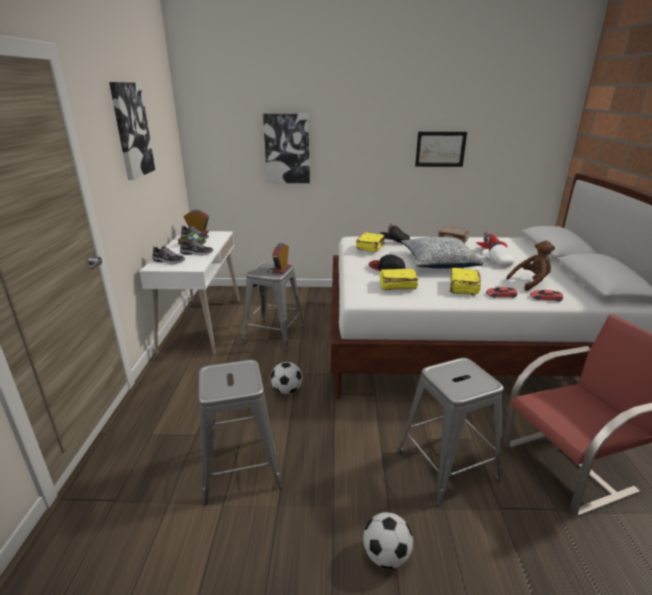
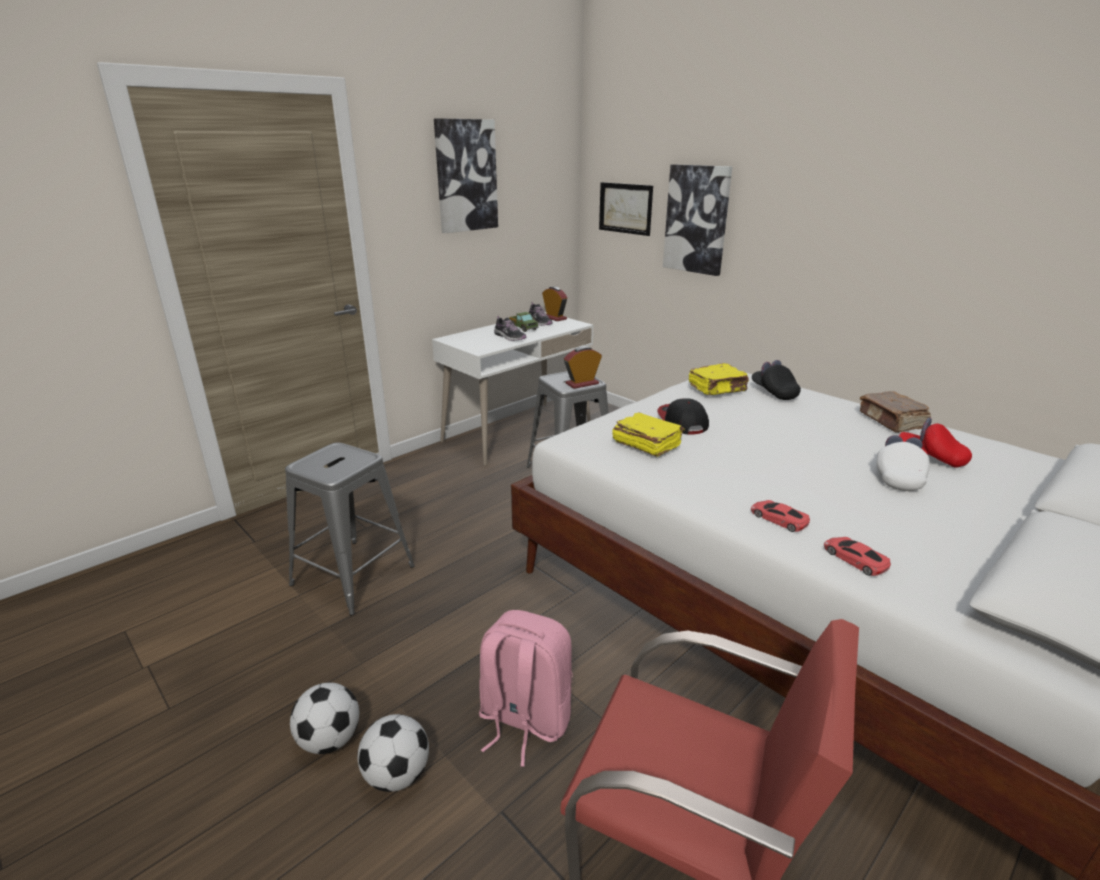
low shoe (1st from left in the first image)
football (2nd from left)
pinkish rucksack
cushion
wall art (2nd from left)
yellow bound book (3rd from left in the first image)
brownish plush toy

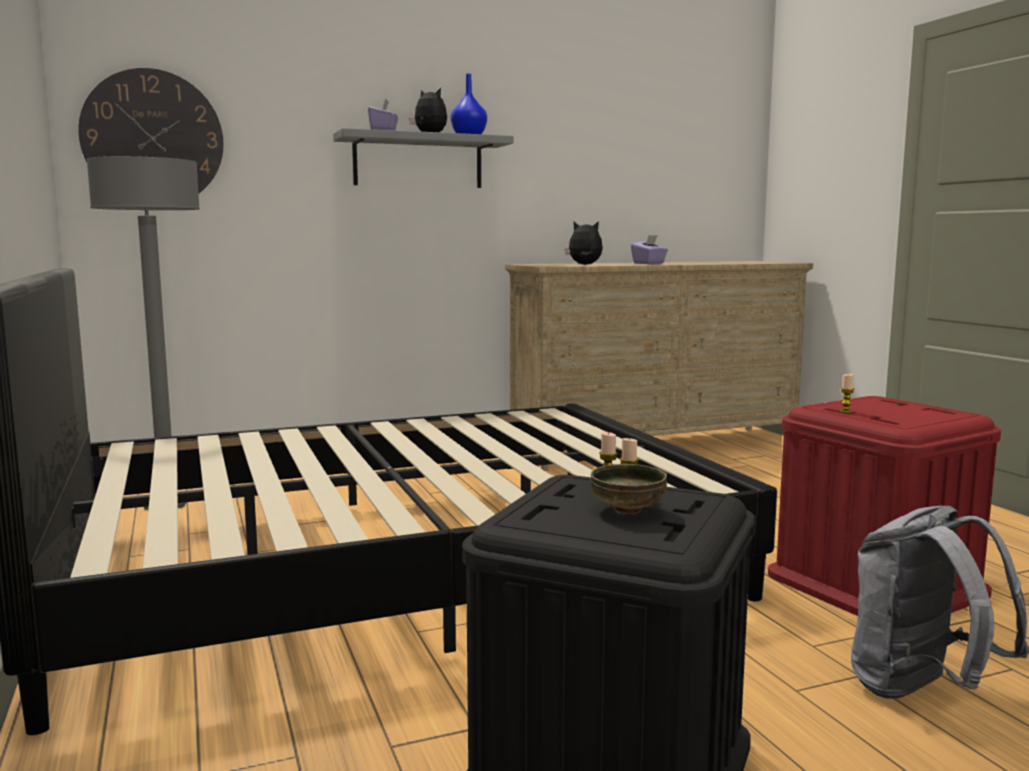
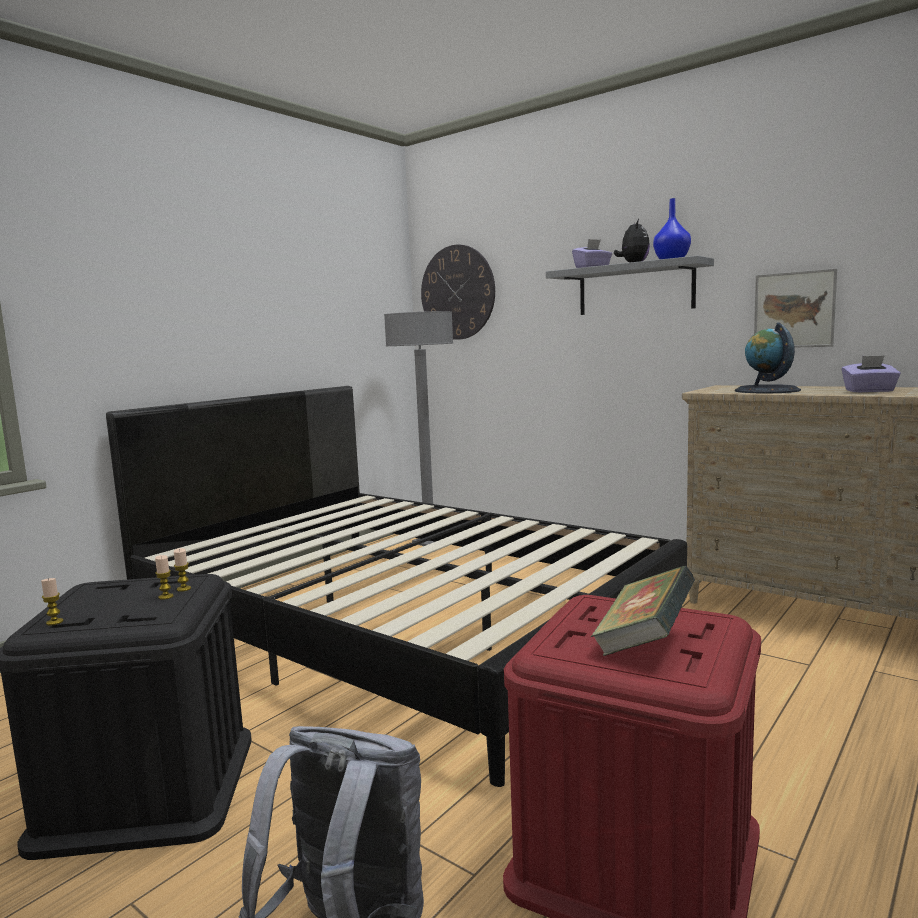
globe
bowl
wax candle (1st from left)
bound book
wall art

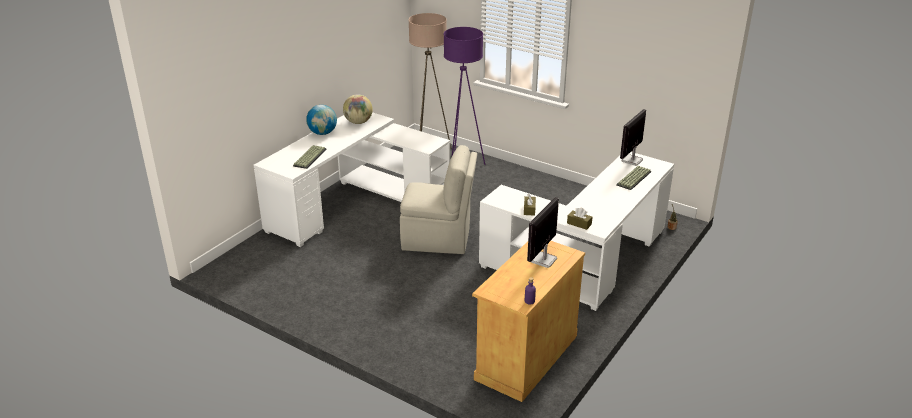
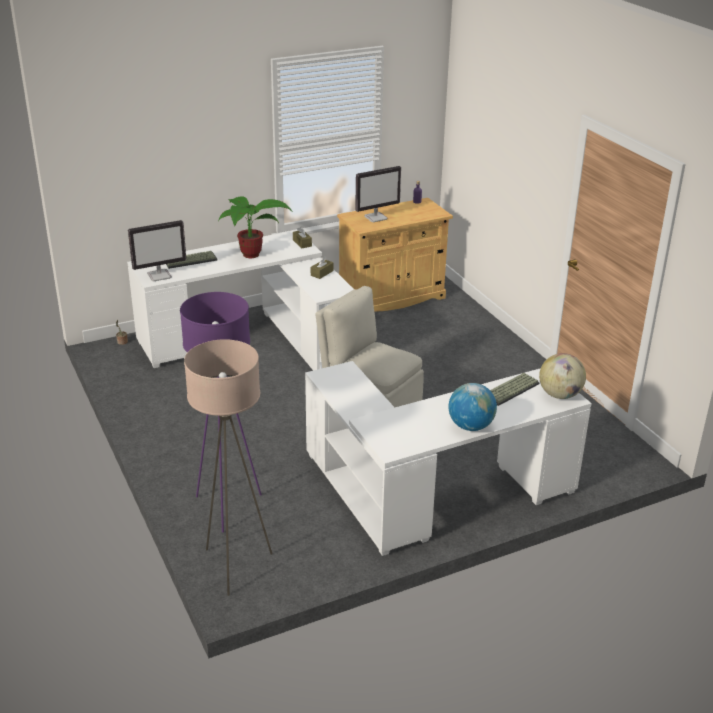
globe (2nd from left)
potted plant (2nd from left)

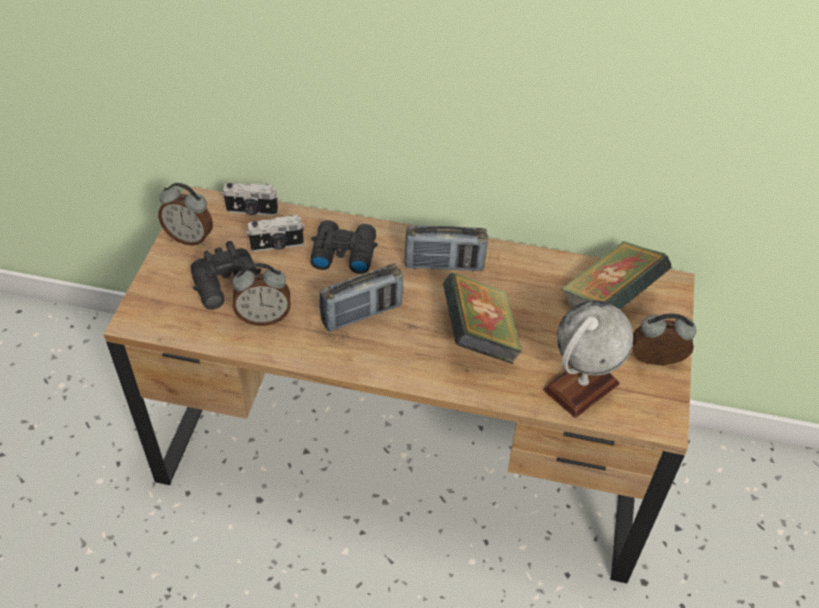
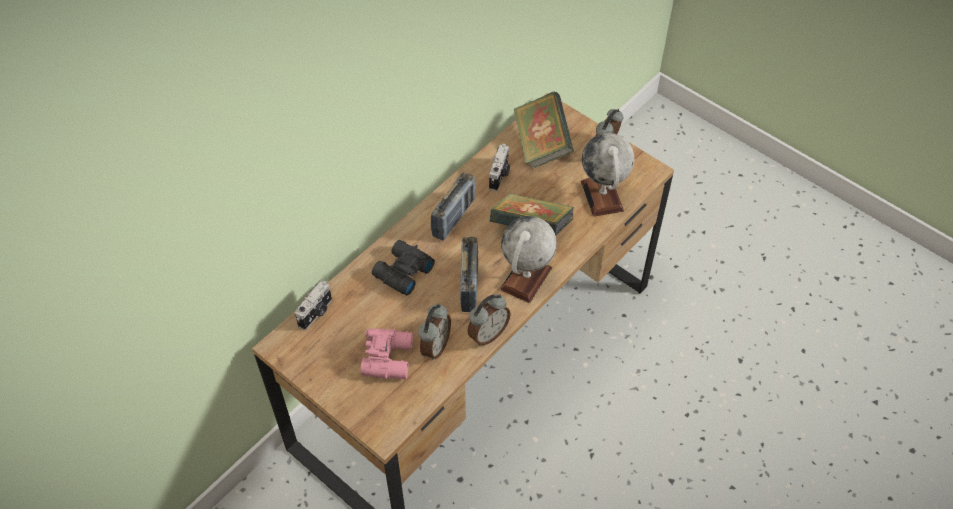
table clock (2nd from left)
pinkish field glasses
photo camera (2nd from left)
globe (1st from left)

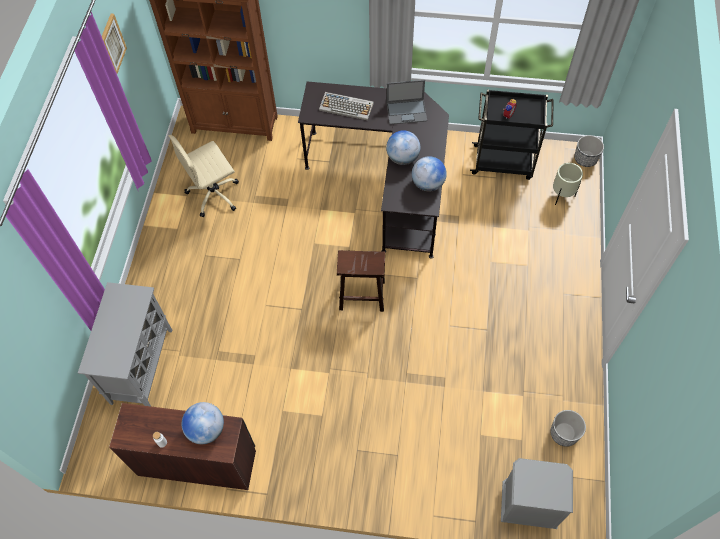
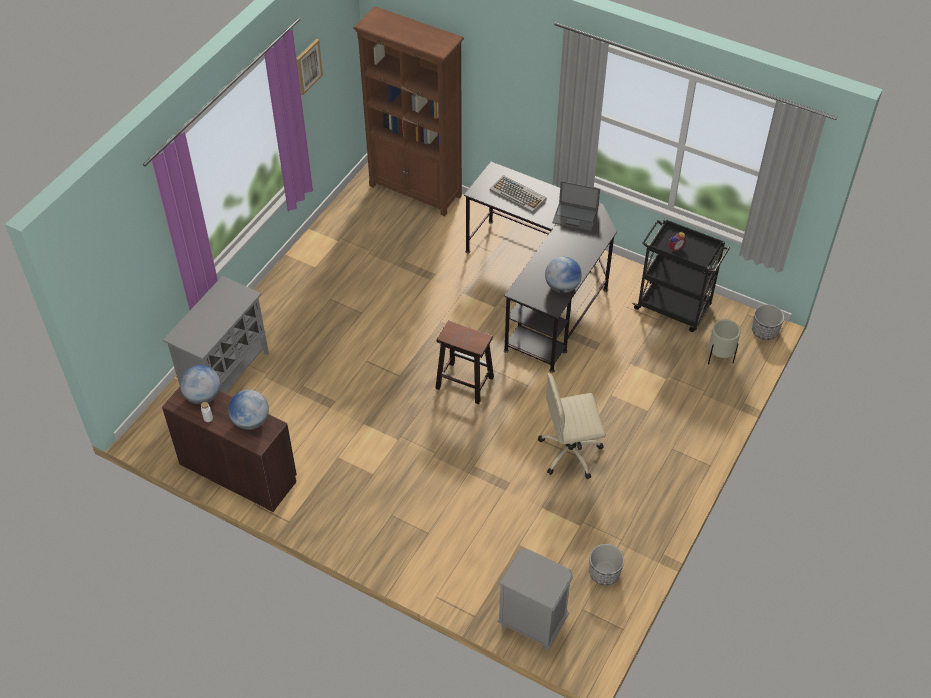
beige-coloured computer chair
globe (1st from left)

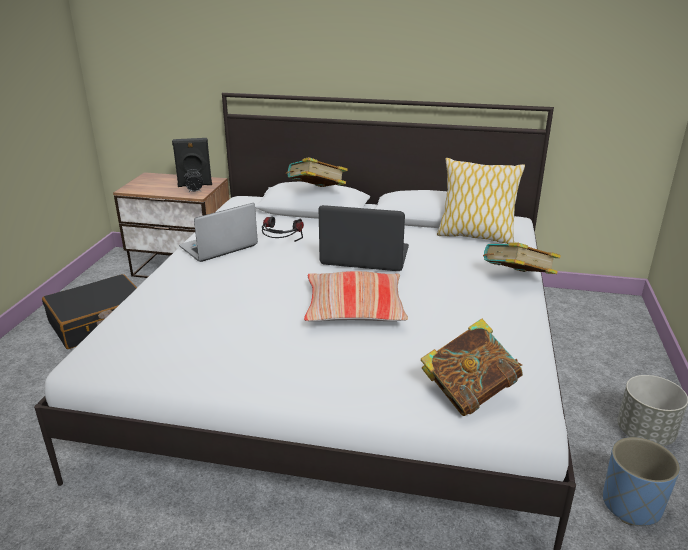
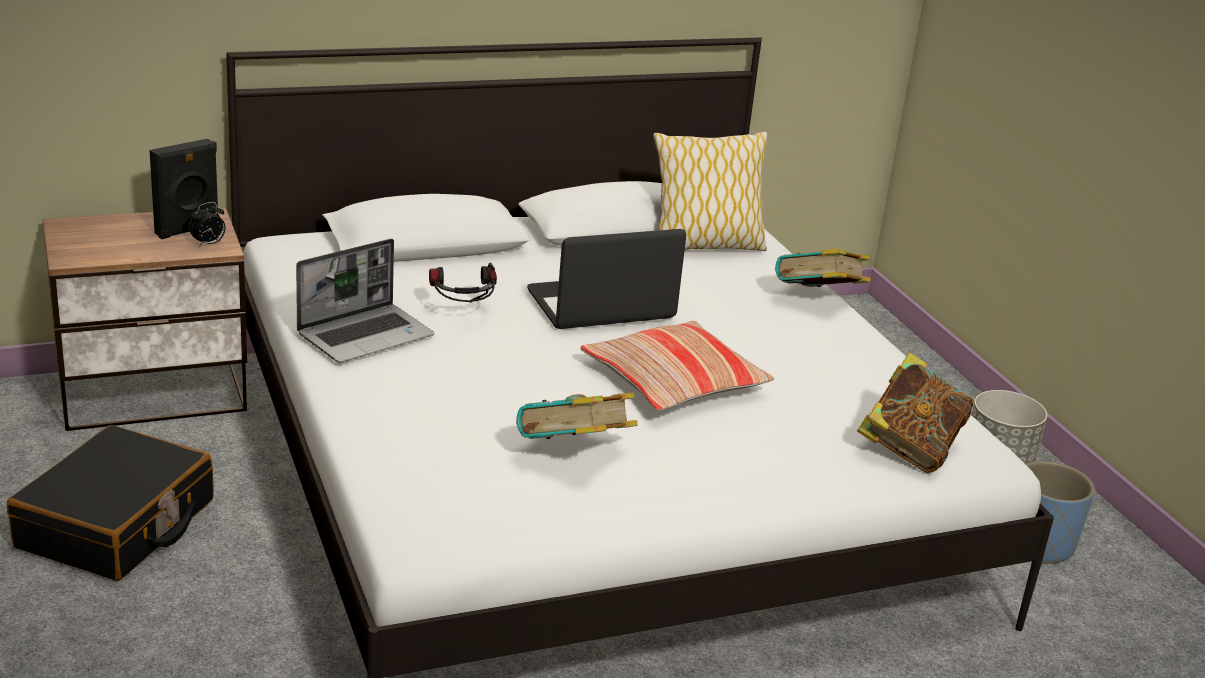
notebook computer (1st from left)
bound book (1st from left)

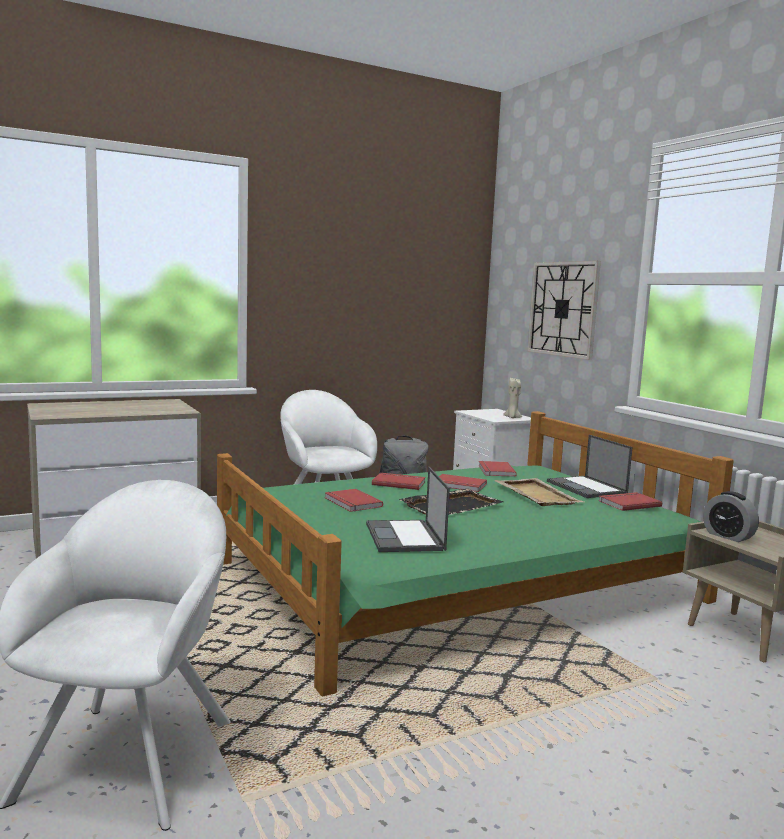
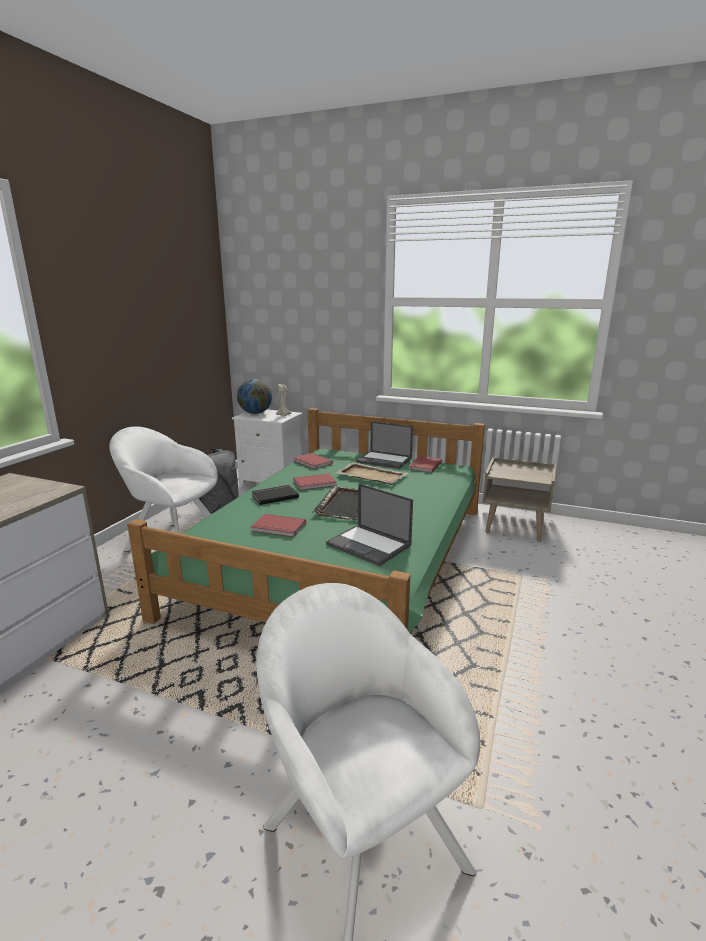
blackish bound book
clock on the wall
table clock
globe

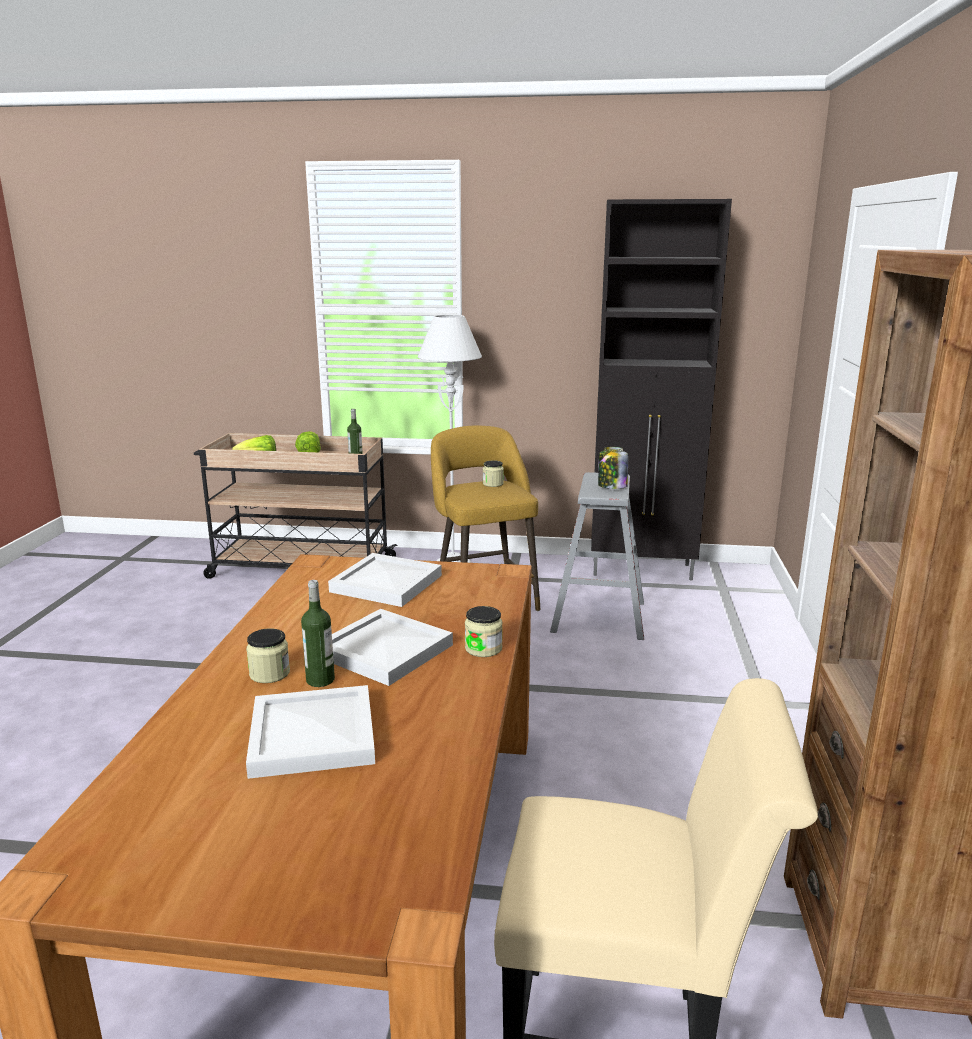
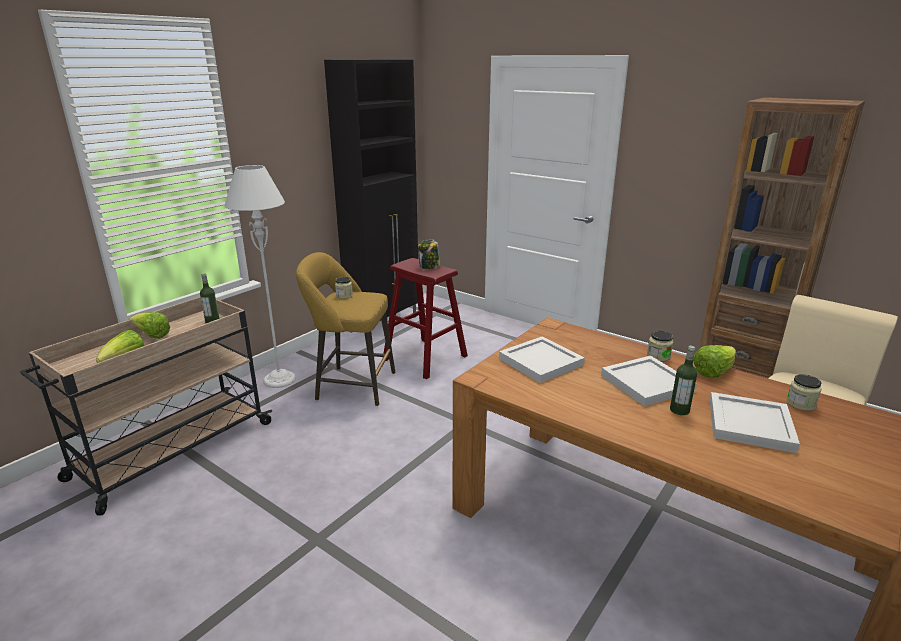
preserve jar (4th from left)
reddish sitting stool
lettuce head (3rd from left)

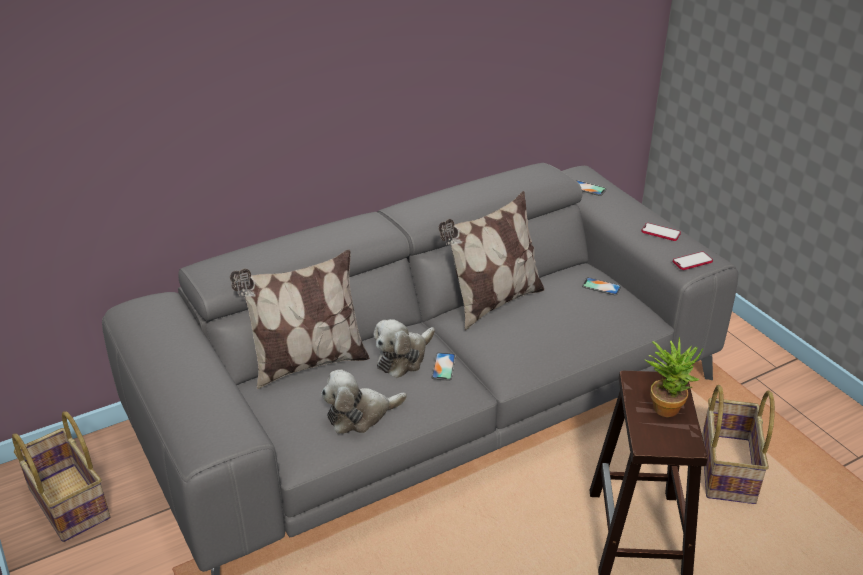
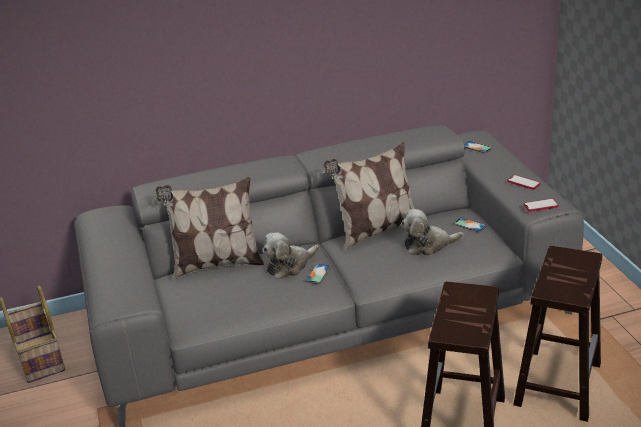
plush toy (2nd from left)
potted plant
brownish sitting stool (2nd from left)

